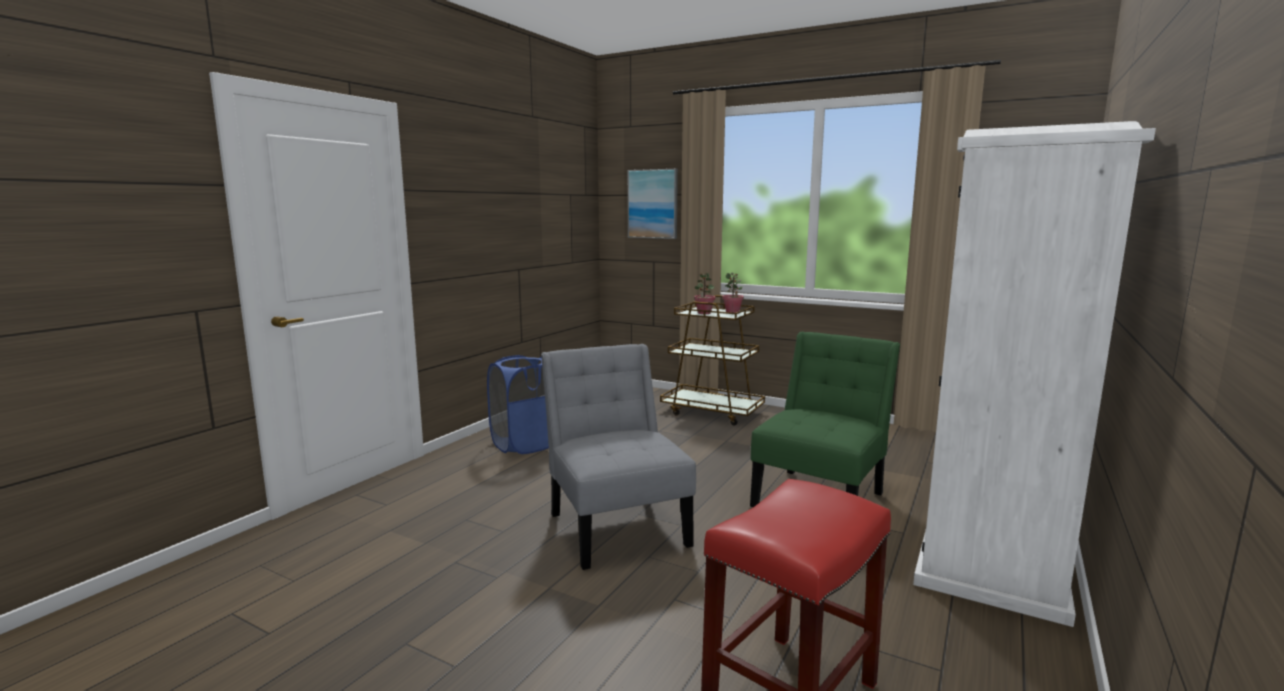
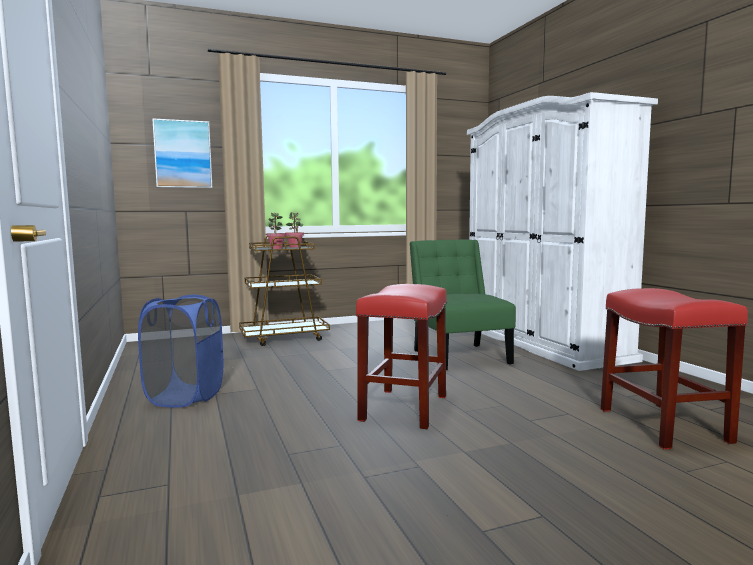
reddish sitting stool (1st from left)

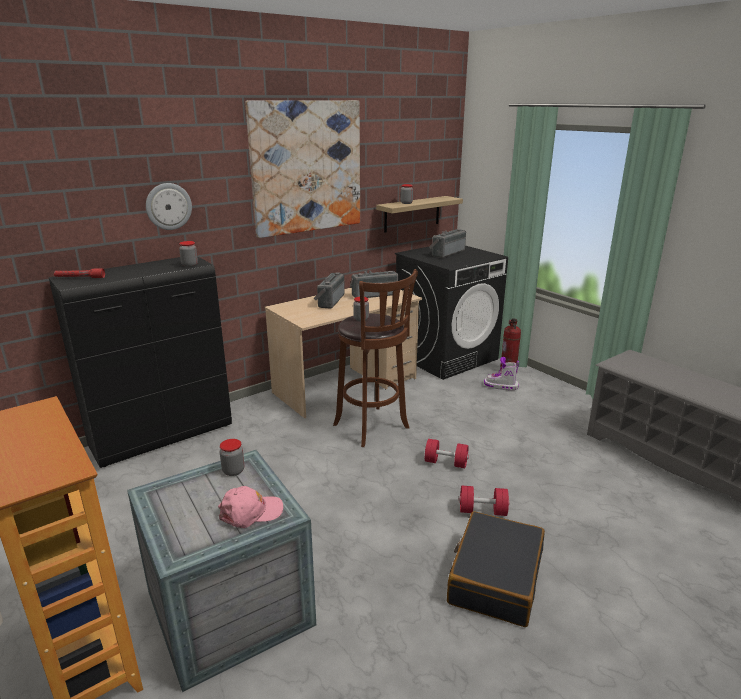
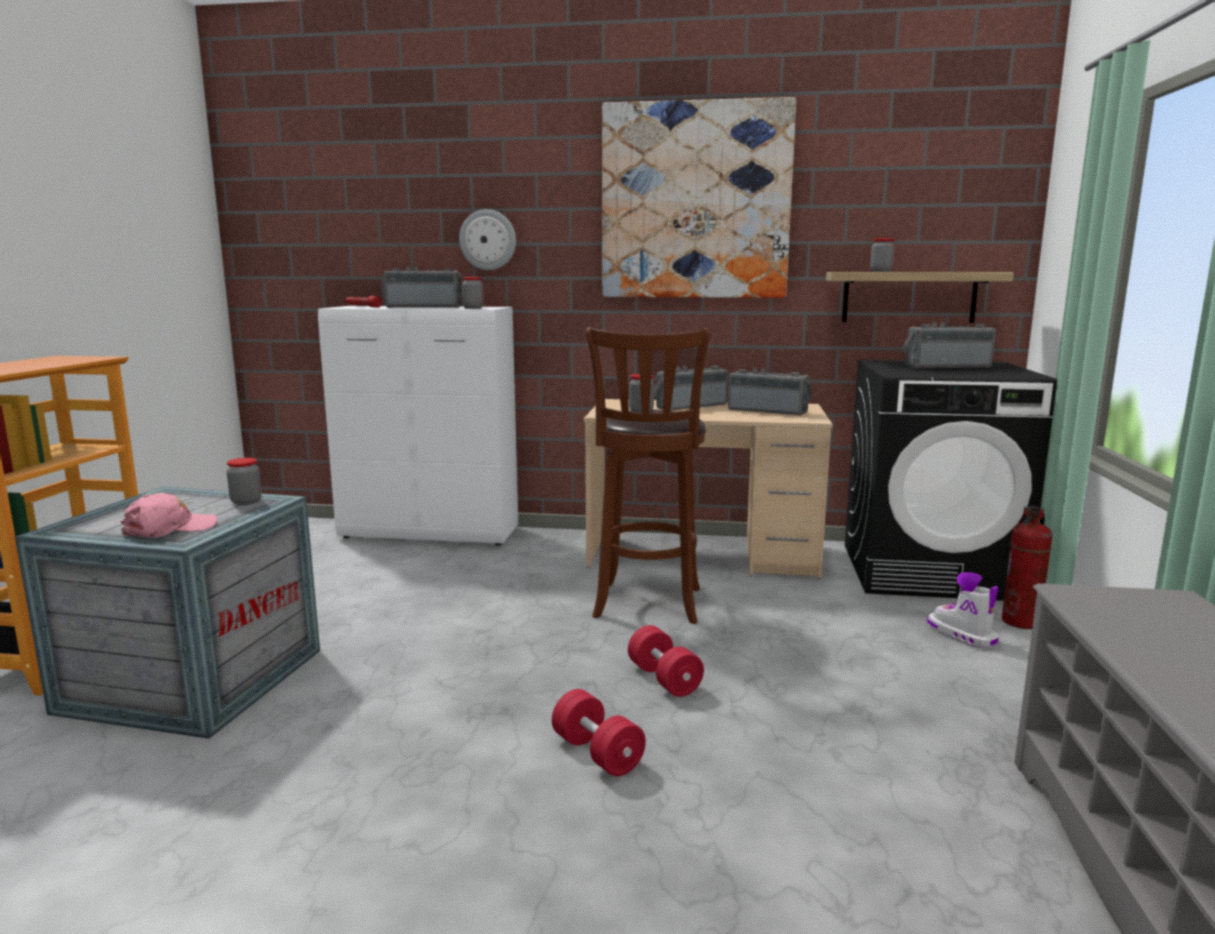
white storage cabinet
pinkish peaked cap
blackish travel case
radio (1st from left)

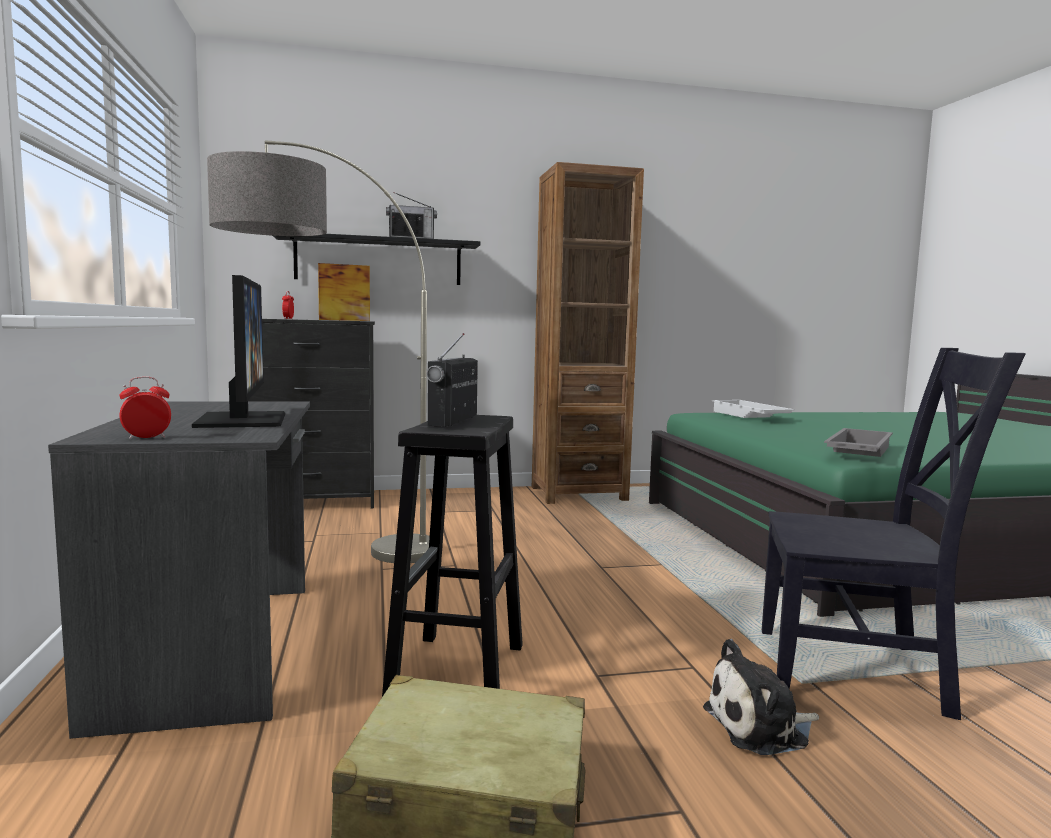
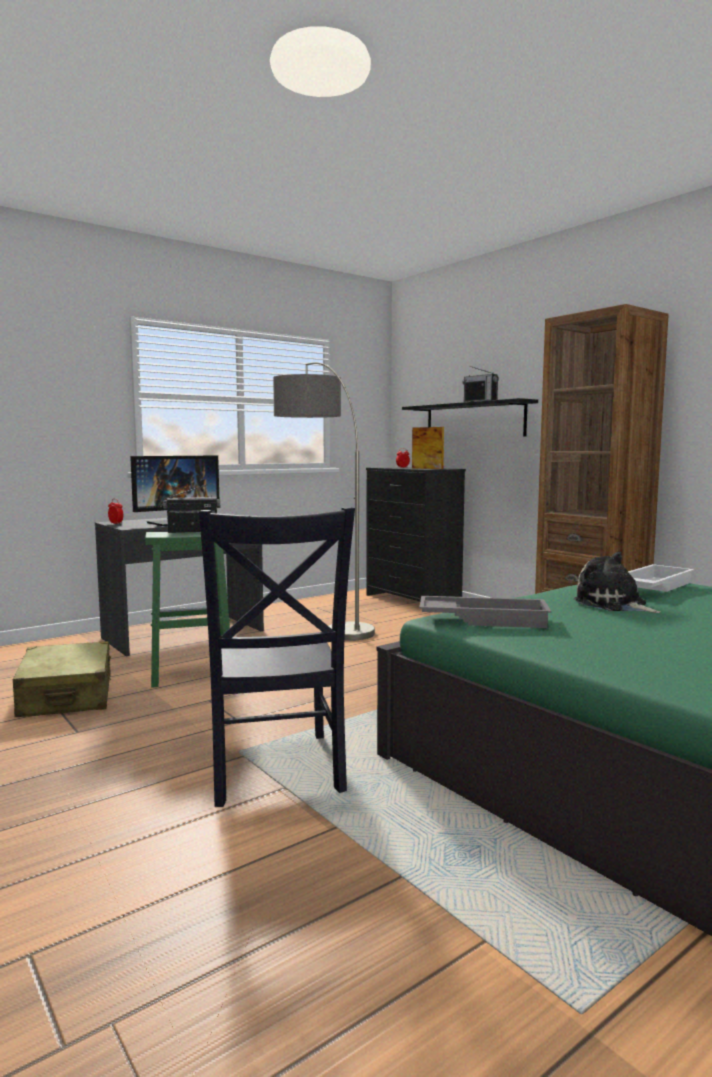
greenish sitting stool
plush toy

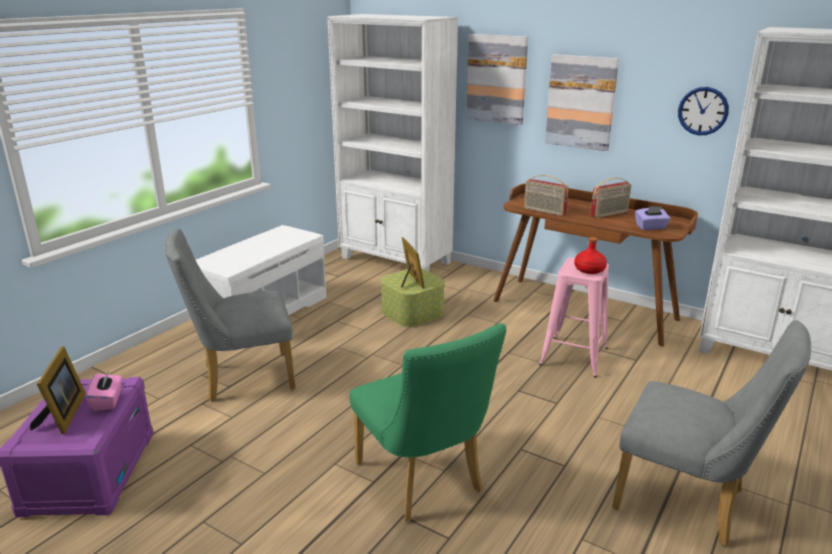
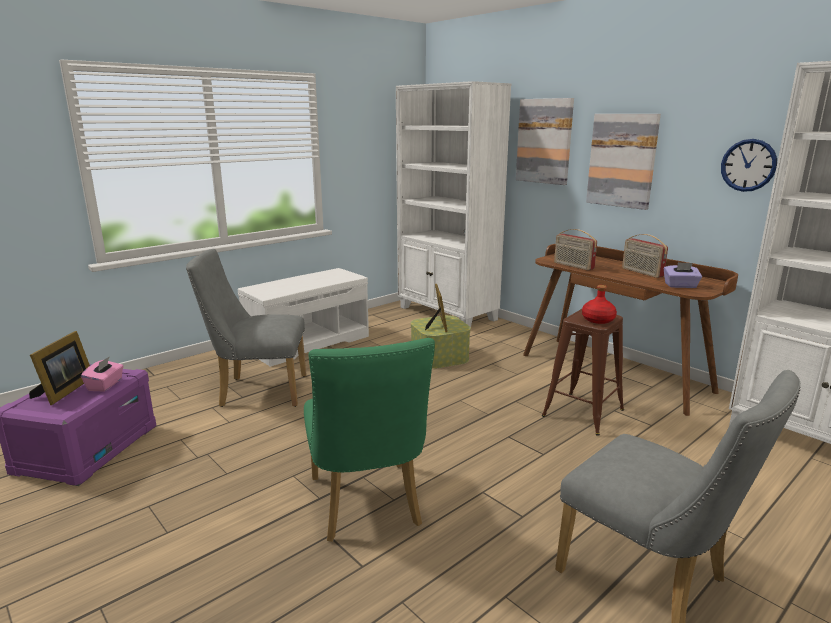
brownish sitting stool
radio (2nd from left)

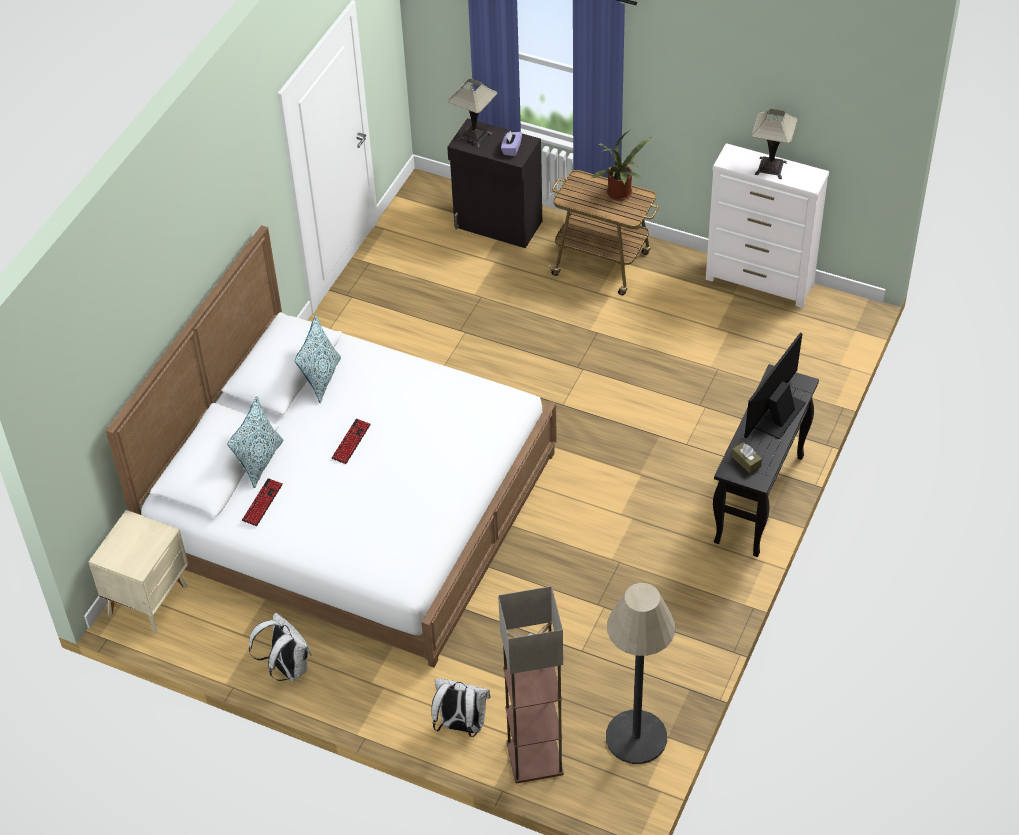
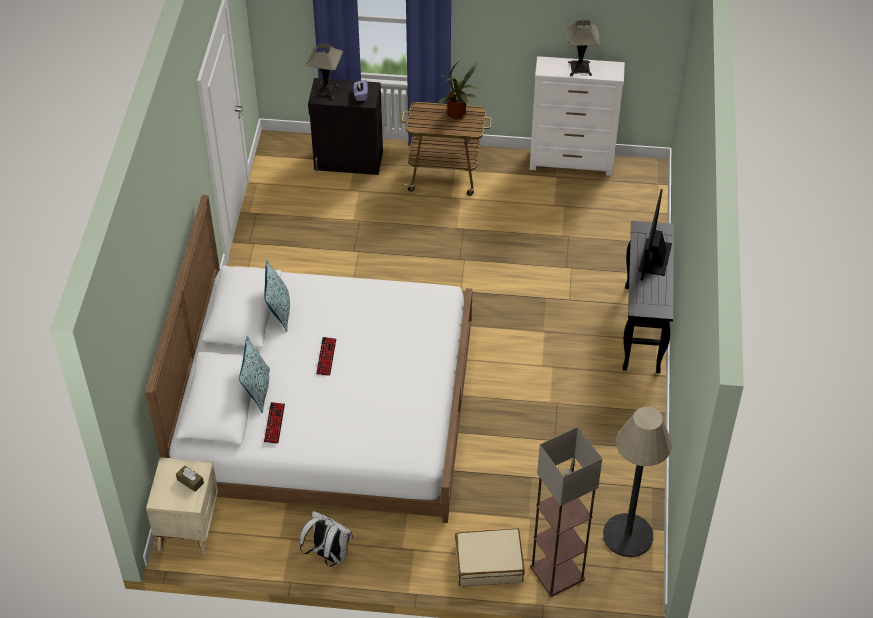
beige-coloured travel case
brownish tissue box

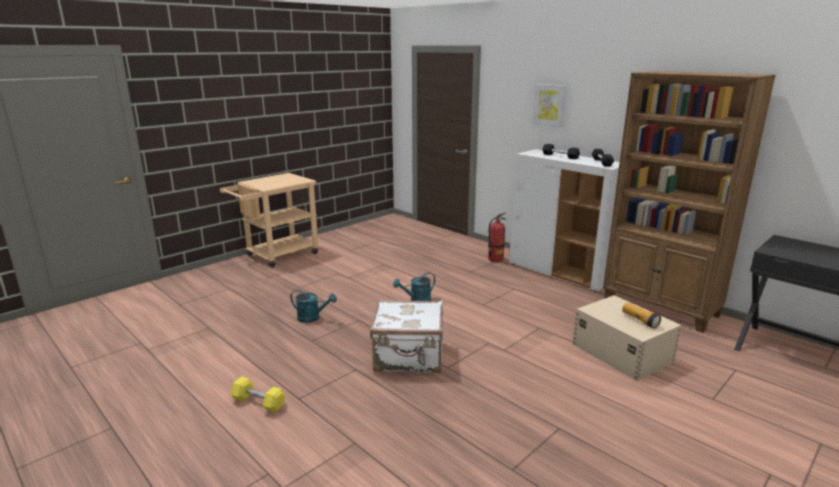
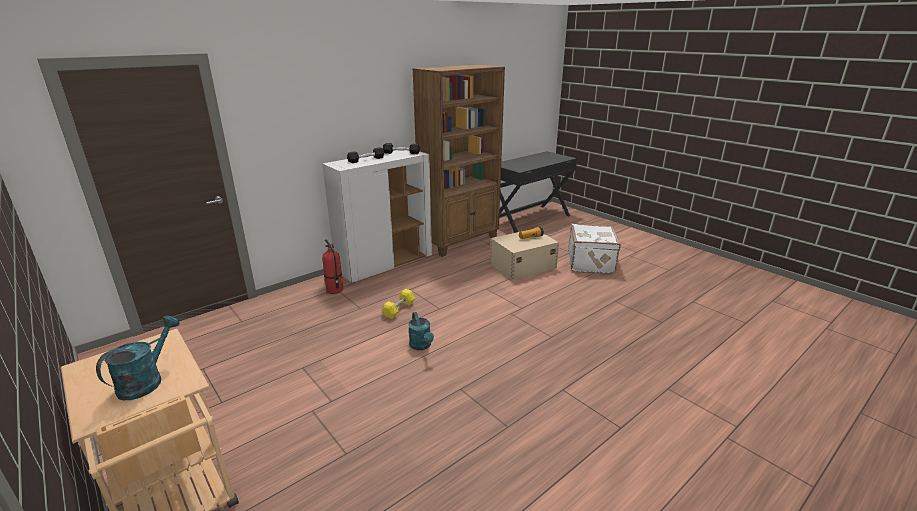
yellow dumbbell
turquoise-coloured watering pot (1st from left)
white travel case
wall art

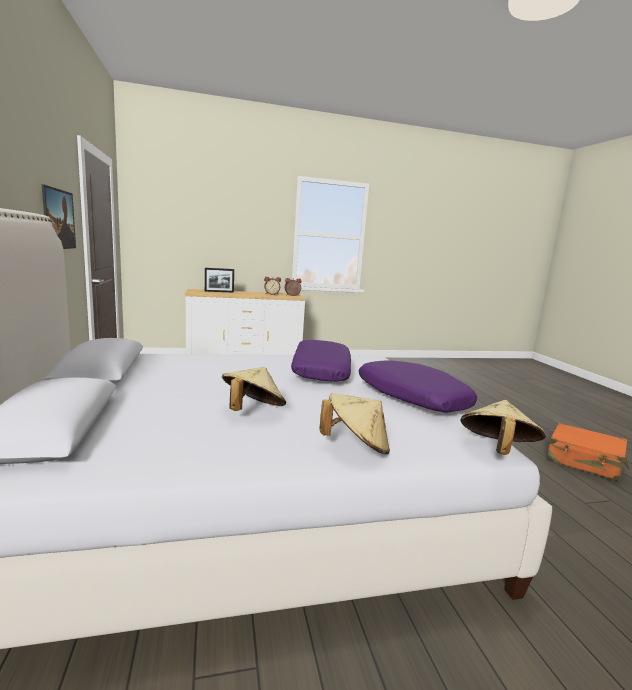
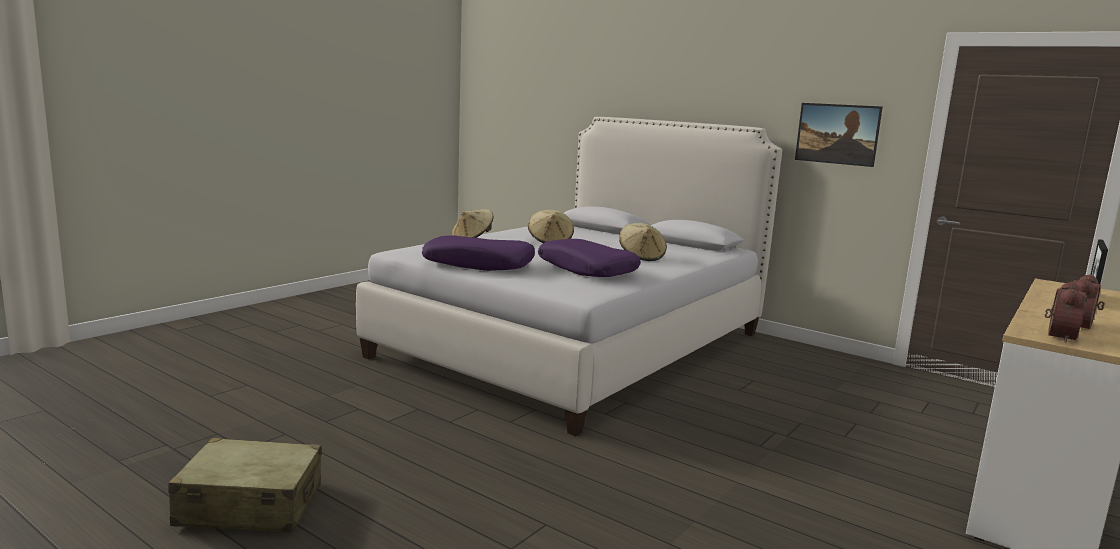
beige-coloured hat (3rd from left)
beige-coloured travel case

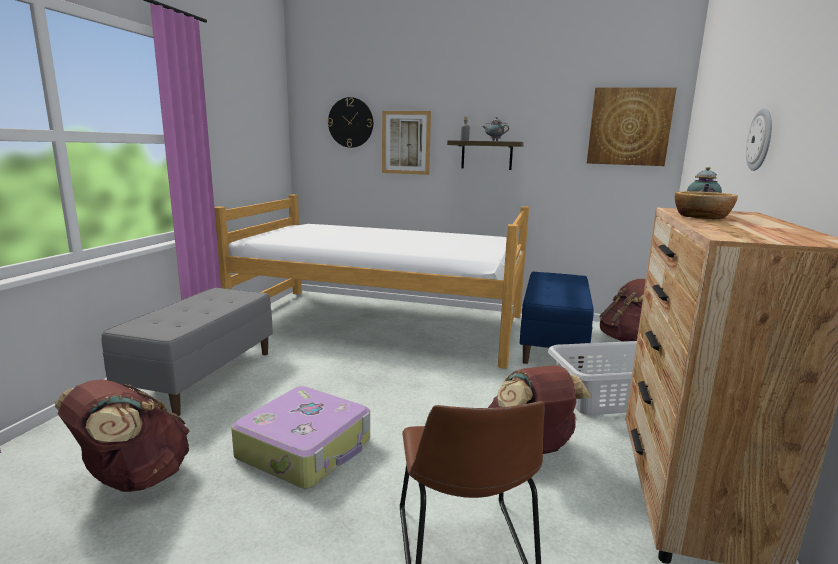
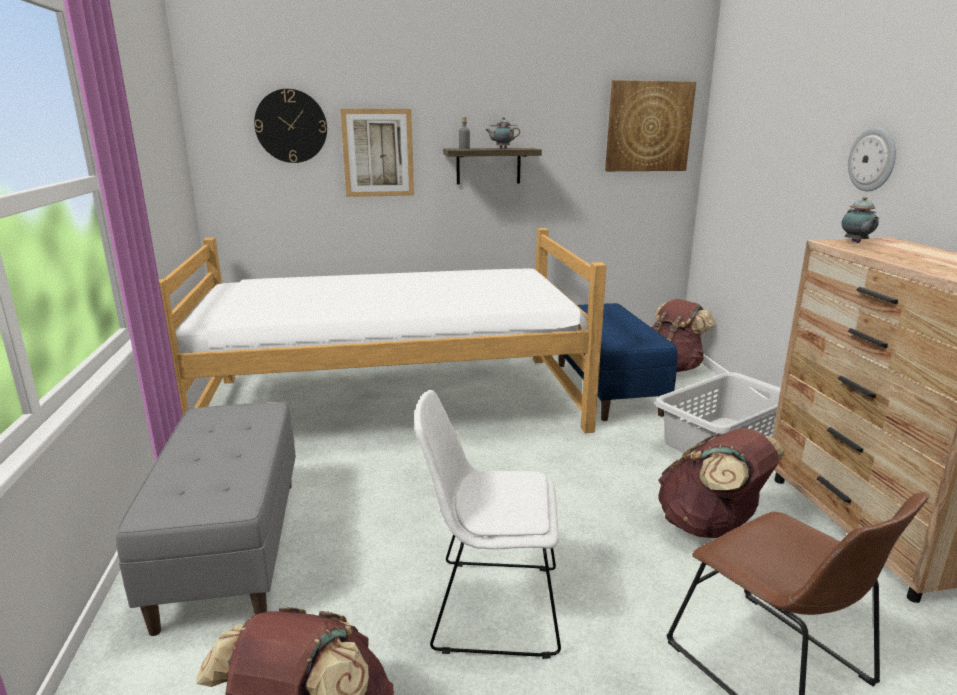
white plain chair
bowl

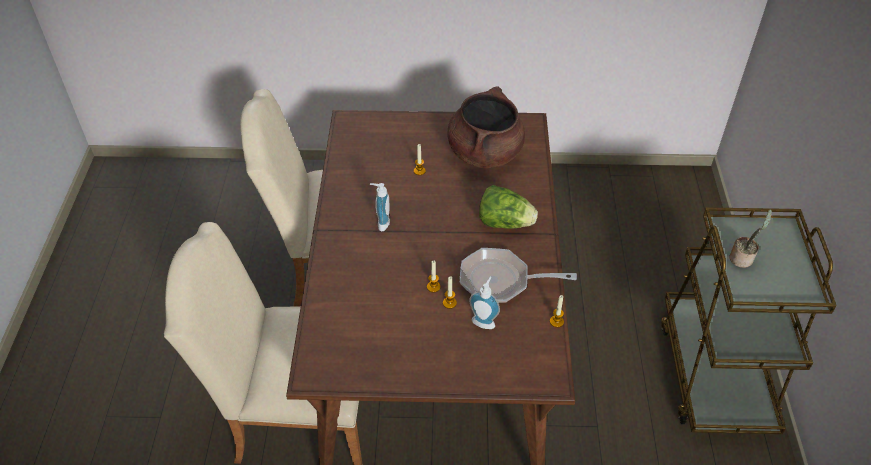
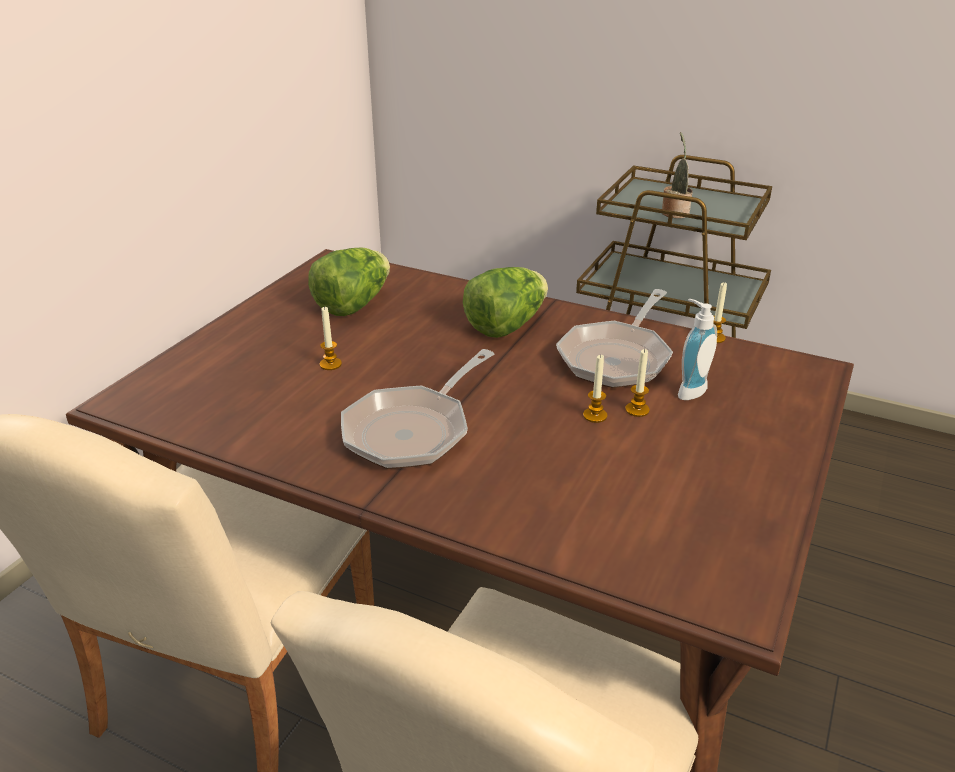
frying pan (1st from left)
lettuce head (1st from left)

